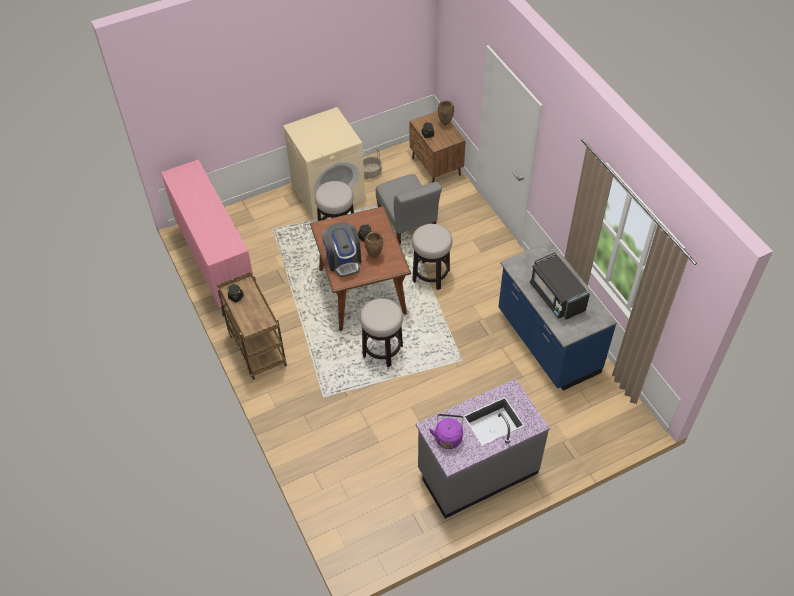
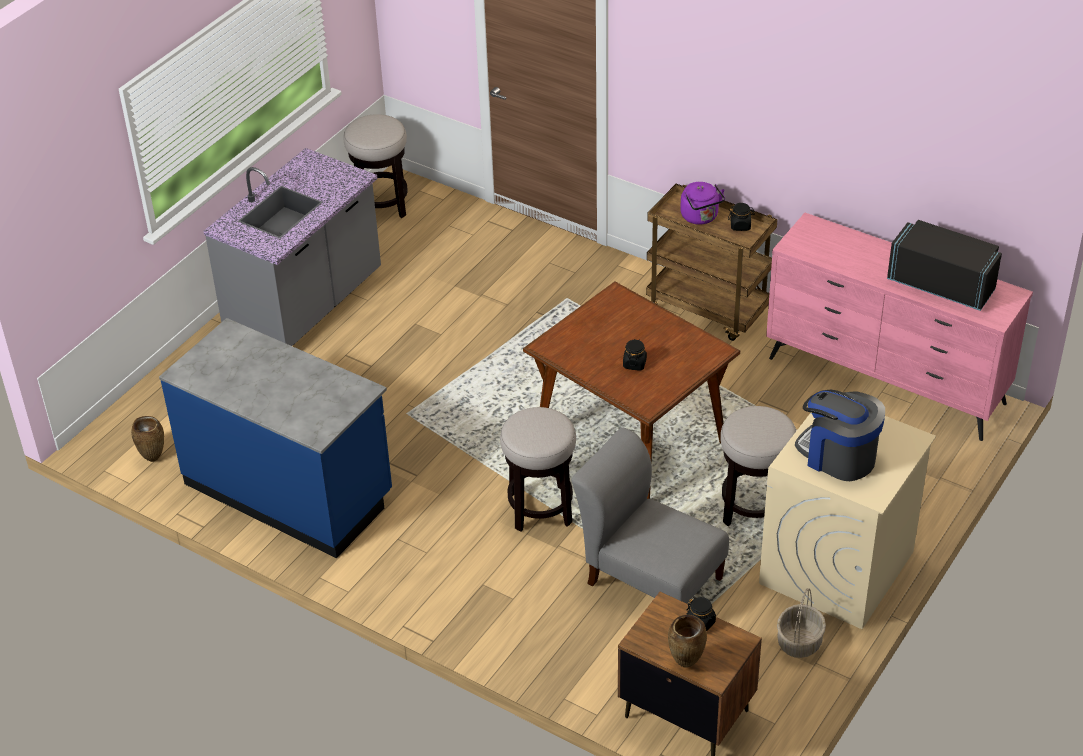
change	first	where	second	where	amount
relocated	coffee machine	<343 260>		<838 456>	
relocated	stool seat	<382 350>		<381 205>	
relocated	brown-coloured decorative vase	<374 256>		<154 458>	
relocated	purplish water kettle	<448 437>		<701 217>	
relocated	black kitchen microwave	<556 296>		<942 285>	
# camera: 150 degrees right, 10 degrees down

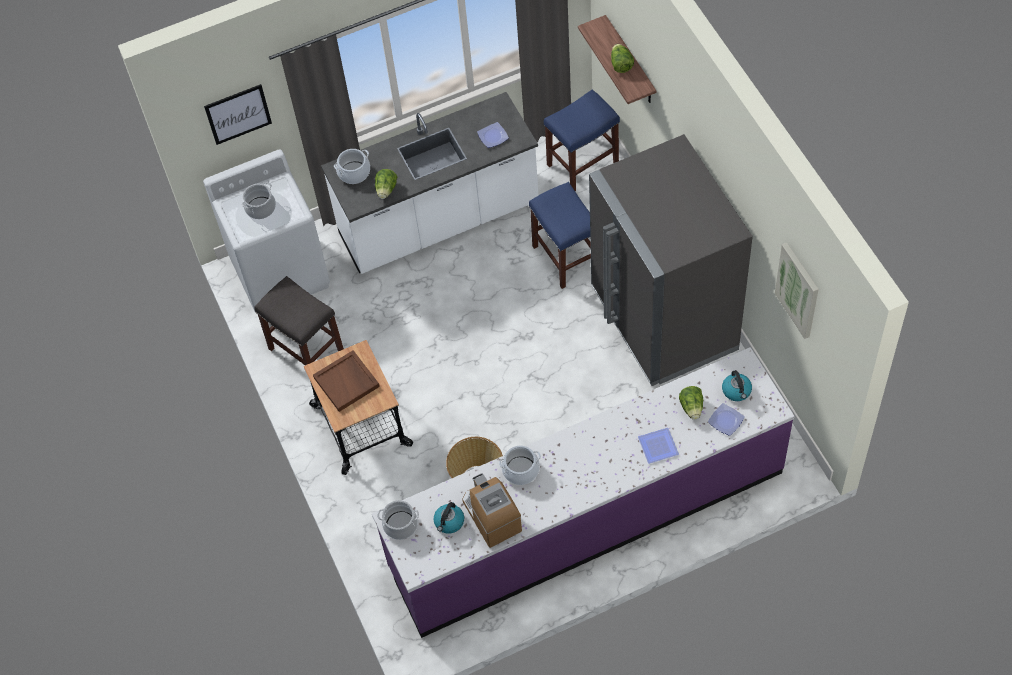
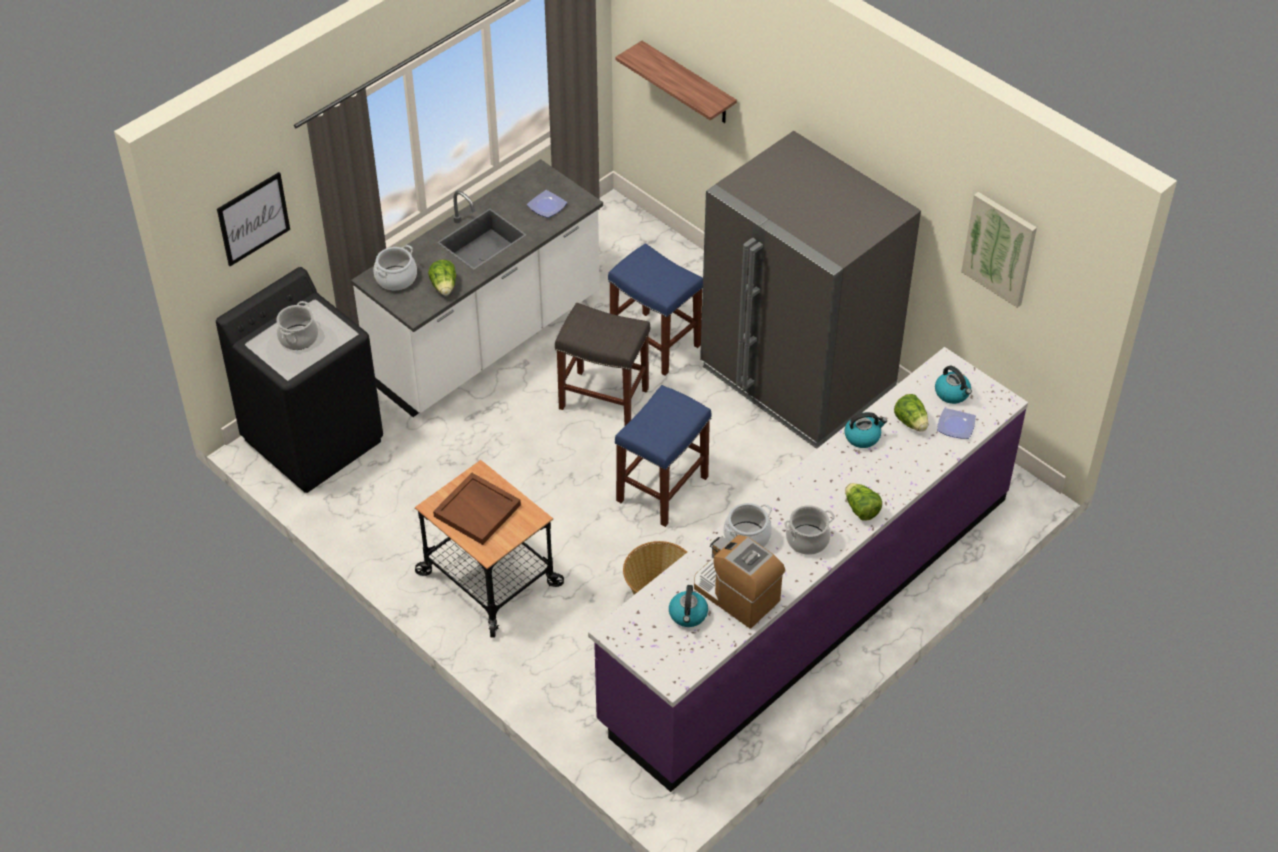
change	first	where	second	where	amount
missing	plate	<656 446>			
appeared			water kettle	<863 436>	
relocated	grey stool seat	<305 349>		<602 399>	
relocated	cooking pot	<400 525>		<807 540>	
relocated	blue stool seat	<582 165>		<662 490>	
relocated	lettuce head	<621 64>		<861 510>	
colour	white laundry appliance	<281 272>	black laundry appliance	<313 439>	
# camera: 25 degrees left, 10 degrees down

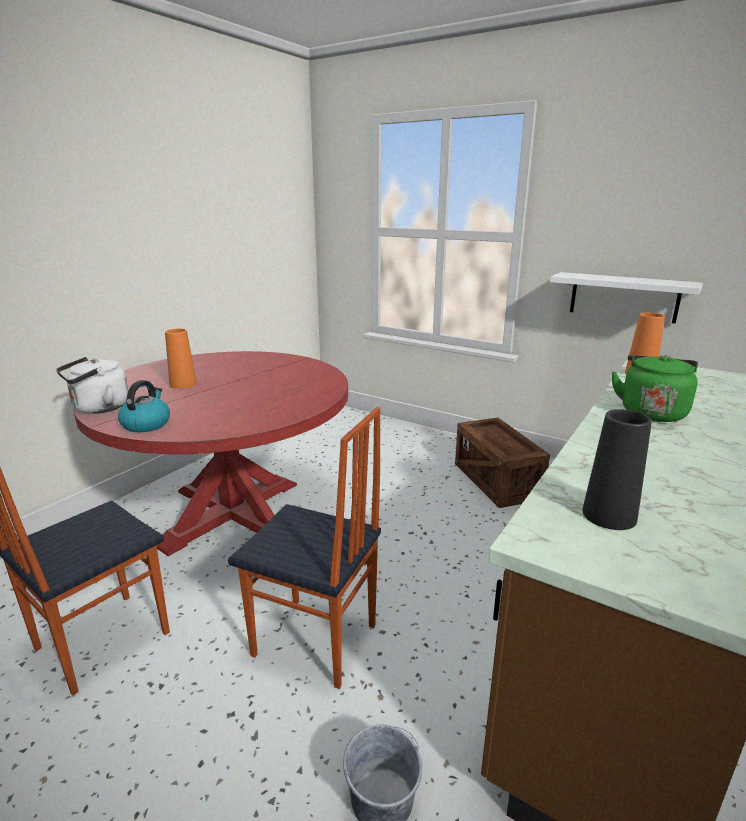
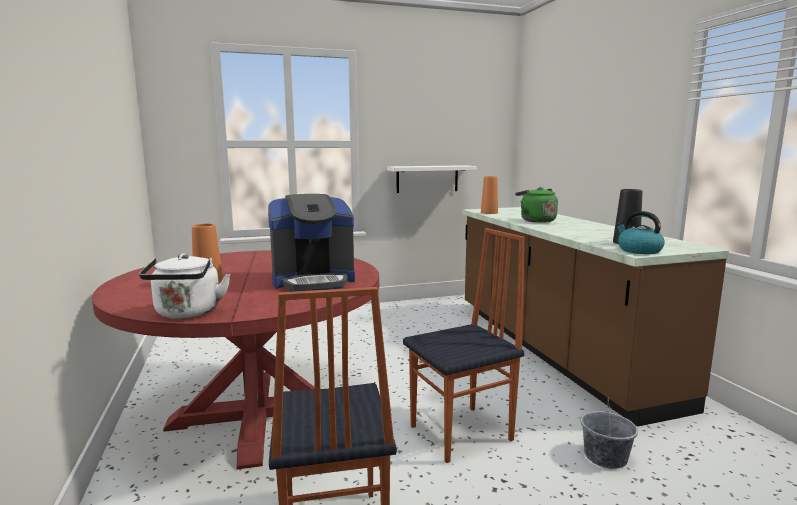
change	first	where	second	where	amount
missing	packing crate	<496 481>			
appeared			coffee machine	<313 281>	
relocated	water kettle	<146 424>		<638 250>	
# camera: 50 degrees left, 10 degrees down

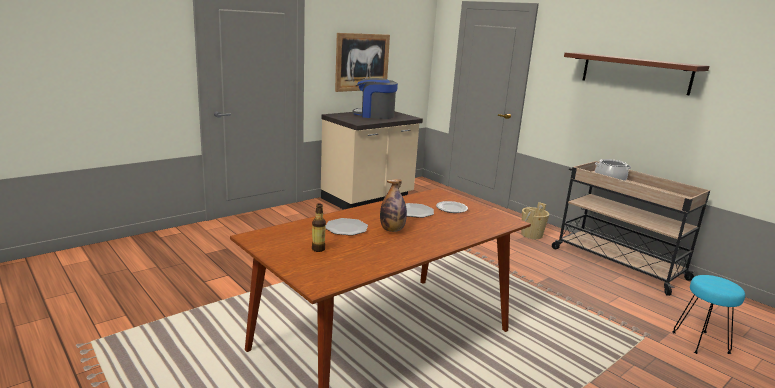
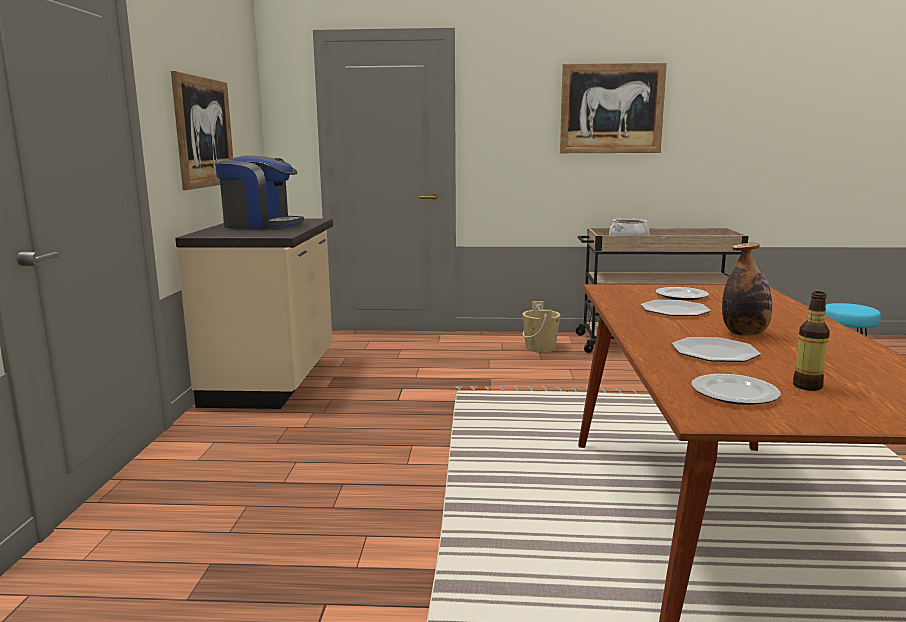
change	first	where	second	where	amount
appeared			plate	<733 393>	
exchanged	brown-coloured wall shelf	<635 73>	picture	<611 109>	
spun	coffee machine	<374 115>		<261 225>	135 degrees counterclockwise
# camera: 45 degrees left, 5 degrees down

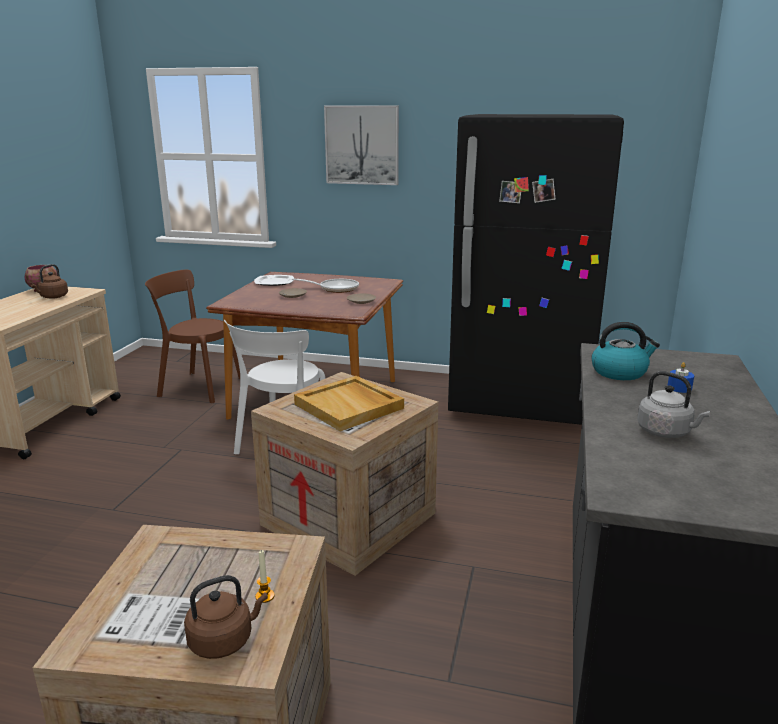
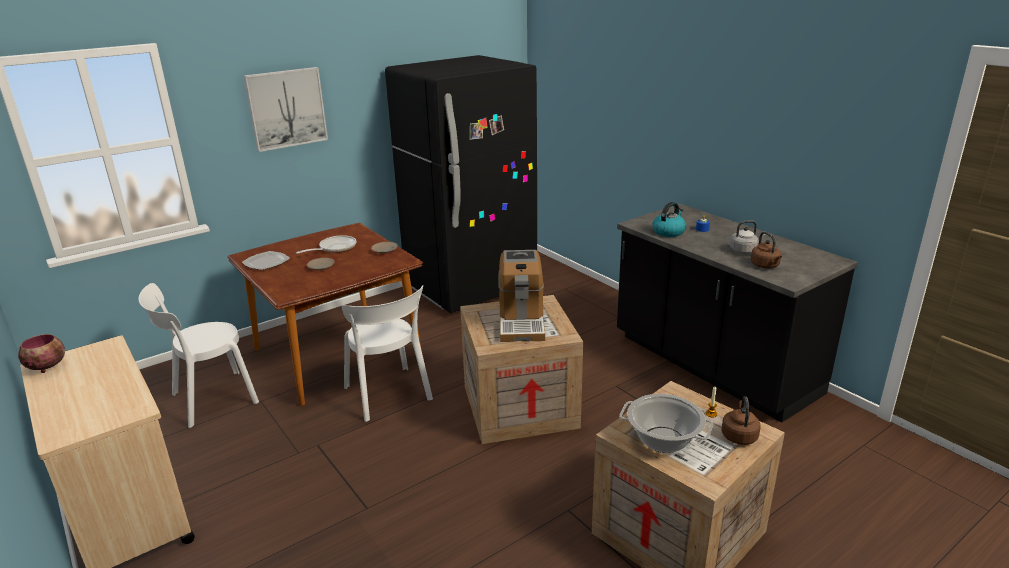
change	first	where	second	where	amount
appeared			cooking pot	<663 440>	
relocated	brown-coloured water kettle	<53 297>		<765 266>	
exchanged	beige serving tray	<350 406>	coffee machine	<521 321>	
colour	brown-coloured upright chair	<197 387>	white upright chair	<210 400>	
# camera: 50 degrees left, 5 degrees up

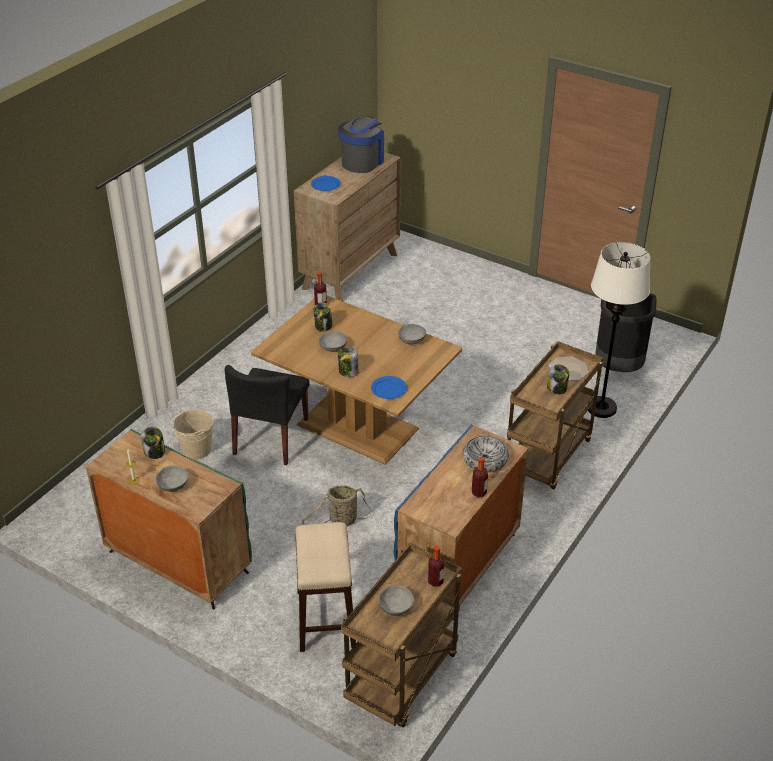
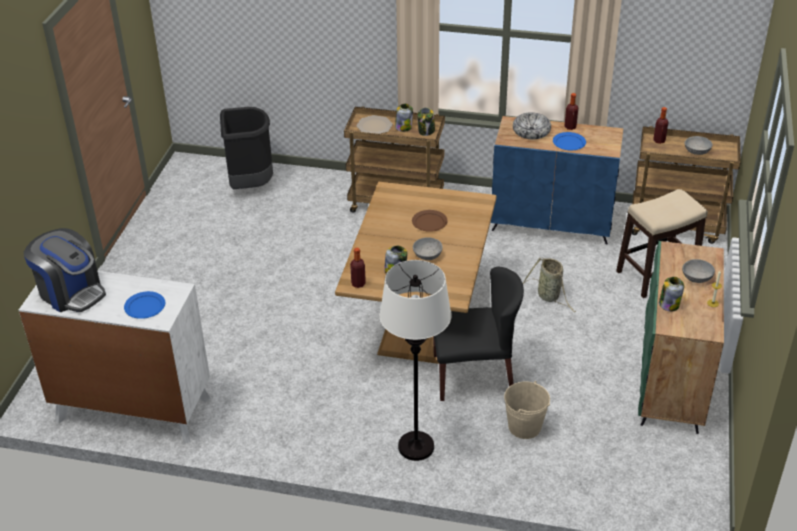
change	first	where	second	where	amount
missing	grey bowl	<412 340>			
appeared			brown-coloured plate	<429 222>	
relocated	jar	<348 372>		<426 131>	
relocated	blue plate	<389 389>		<569 143>	
relocated	white floor lamp	<601 408>		<416 446>	
colour	brown-coloured drawer chest	<350 271>	white drawer chest	<133 409>	
spun	coffee machine	<362 161>		<71 292>	150 degrees counterclockwise
# camera: 110 degrees left, 0 degrees up

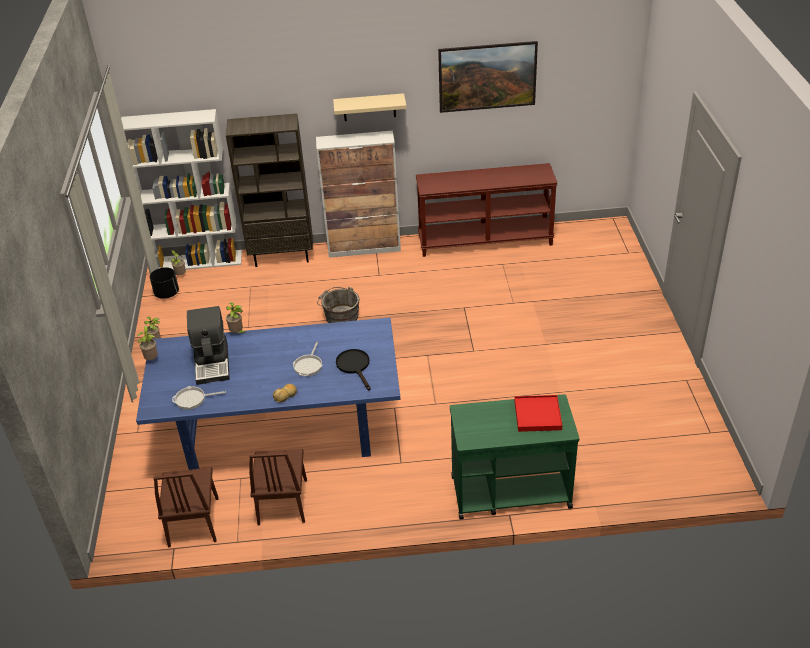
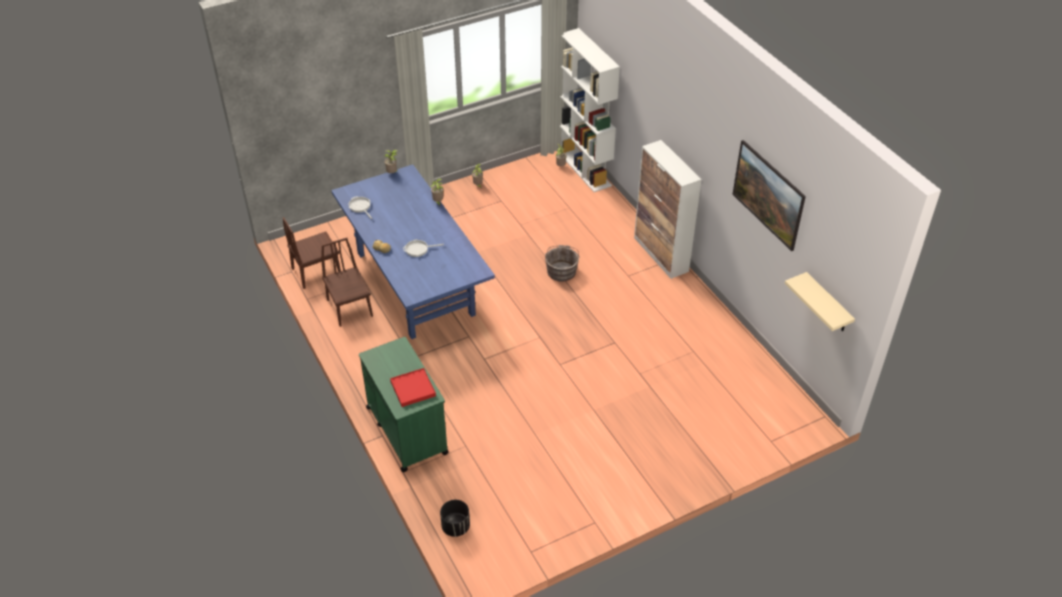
change	first	where	second	where	amount
missing	coffee machine	<213 363>			
missing	brown-coloured bookcase	<282 256>			
missing	black frying pan	<355 366>			
missing	brown-coloured hall table	<485 240>			
relocated	black planter	<167 293>		<456 527>	
relocated	beige wall shelf	<369 107>		<827 304>	
spun	brown-coloured upright chair	<282 501>		<349 308>	90 degrees clockwise
# camera: 65 degrees right, 5 degrees up

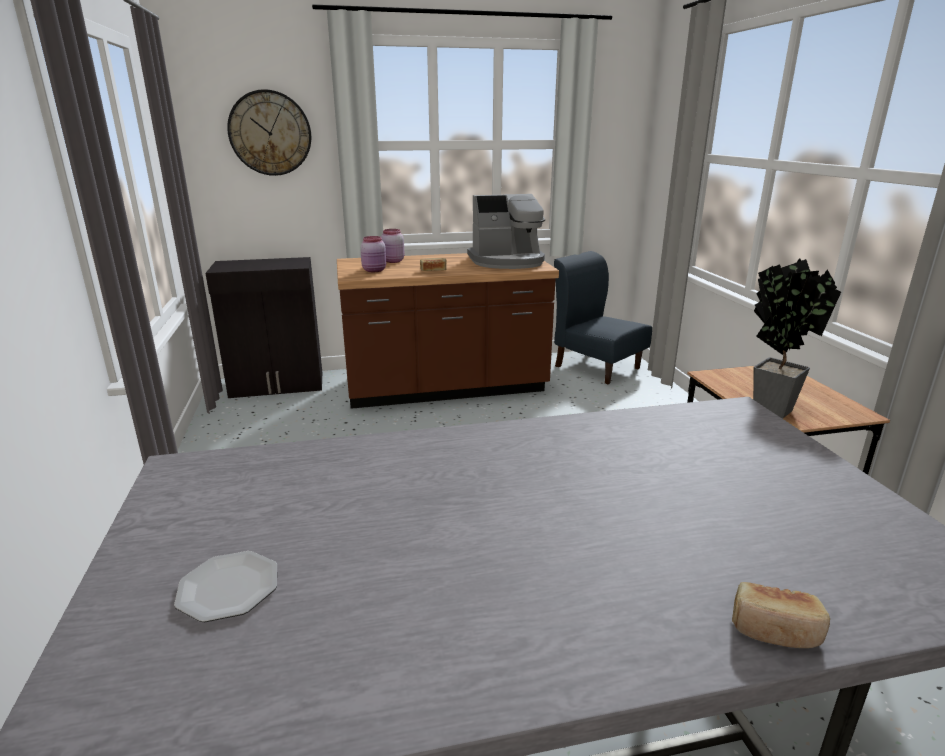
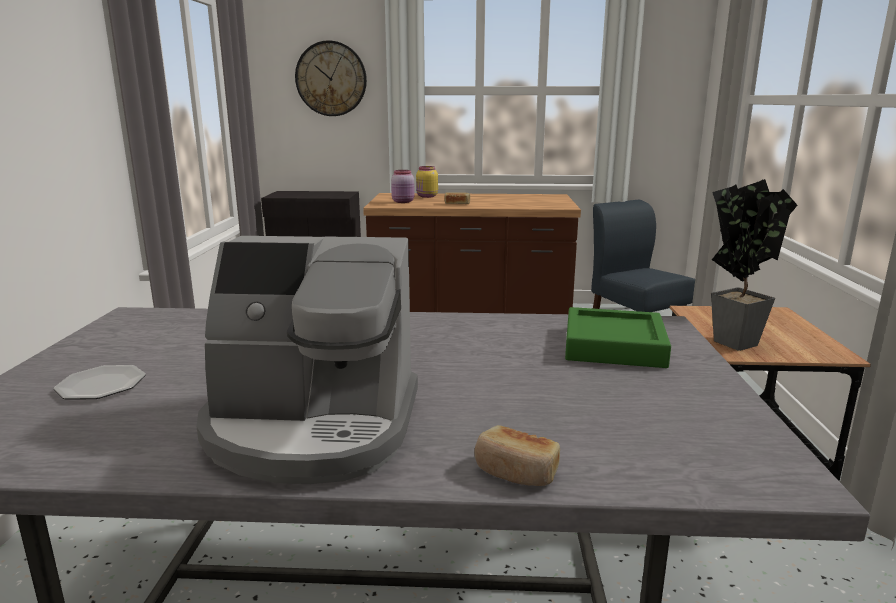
change	first	where	second	where	amount
appeared			greenish serving tray	<614 346>	
relocated	coffee machine	<507 261>		<313 428>	
colour	pink-coloured jar	<393 261>	yellow-coloured jar	<426 196>	
# camera: 15 degrees right, 5 degrees down

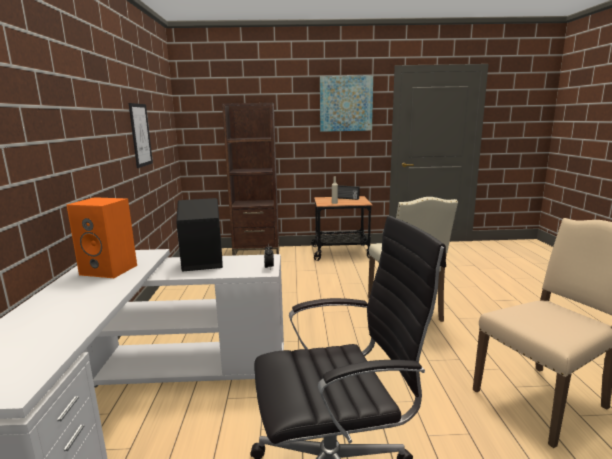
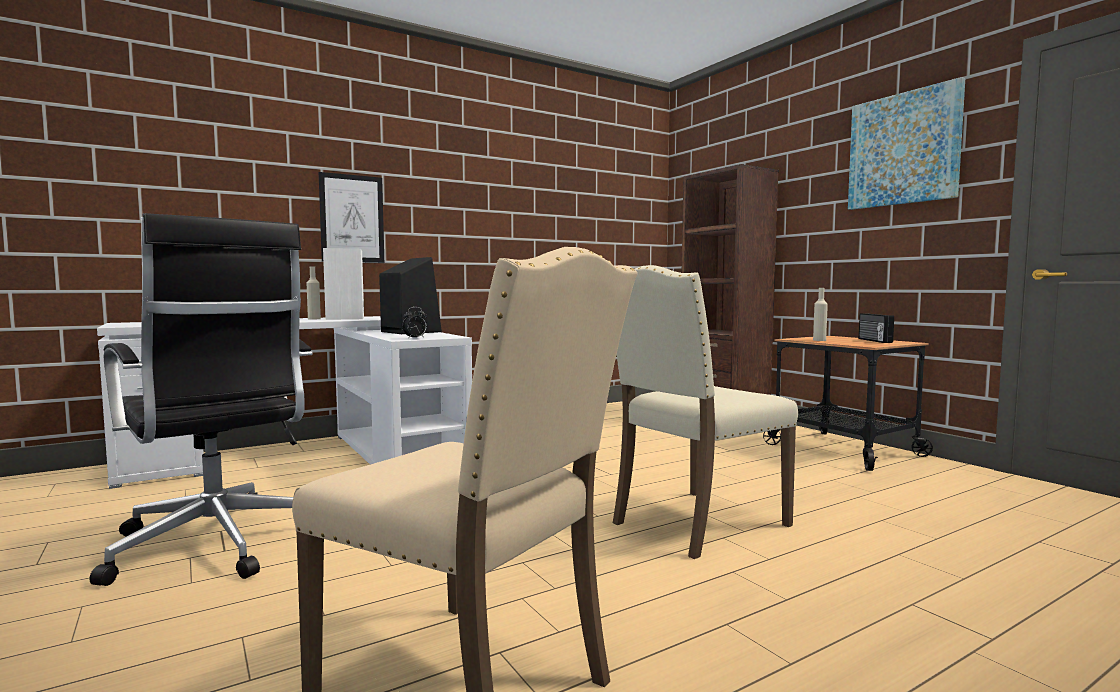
change	first	where	second	where	amount
appeared			beige bottle	<314 319>	
relocated	picture	<140 135>		<352 218>	
colour	orange loudspeaker	<110 270>	white loudspeaker	<346 318>	
# camera: 60 degrees right, 10 degrees down

